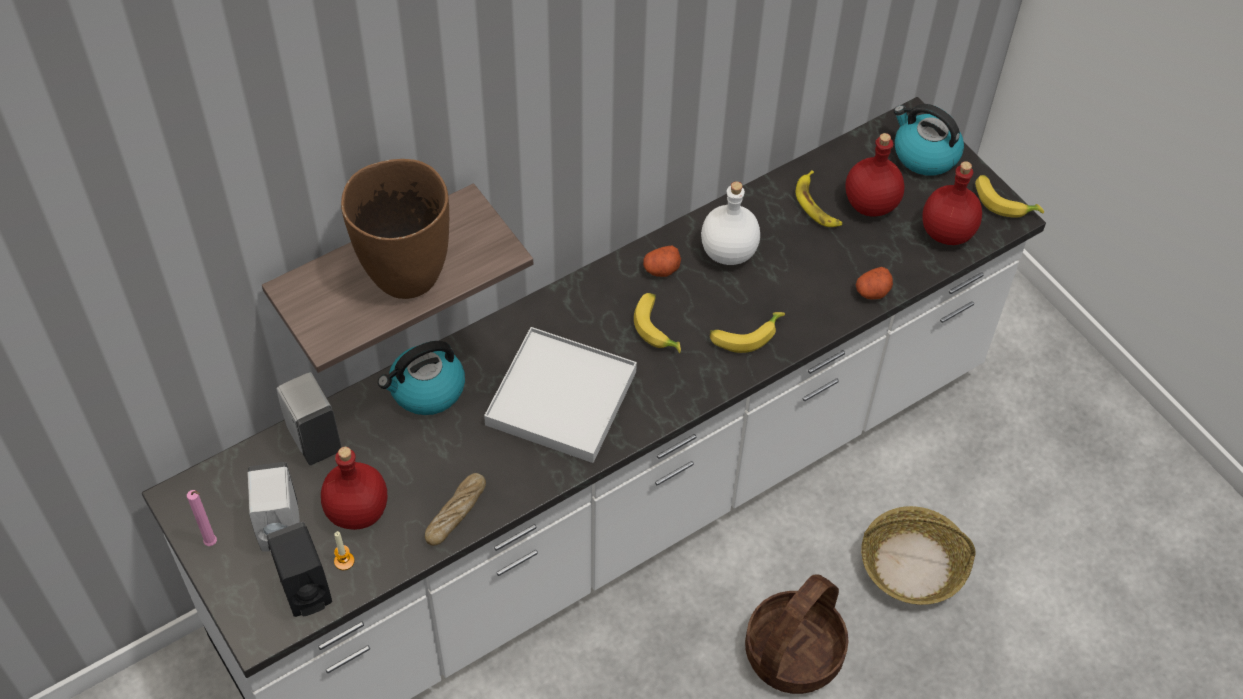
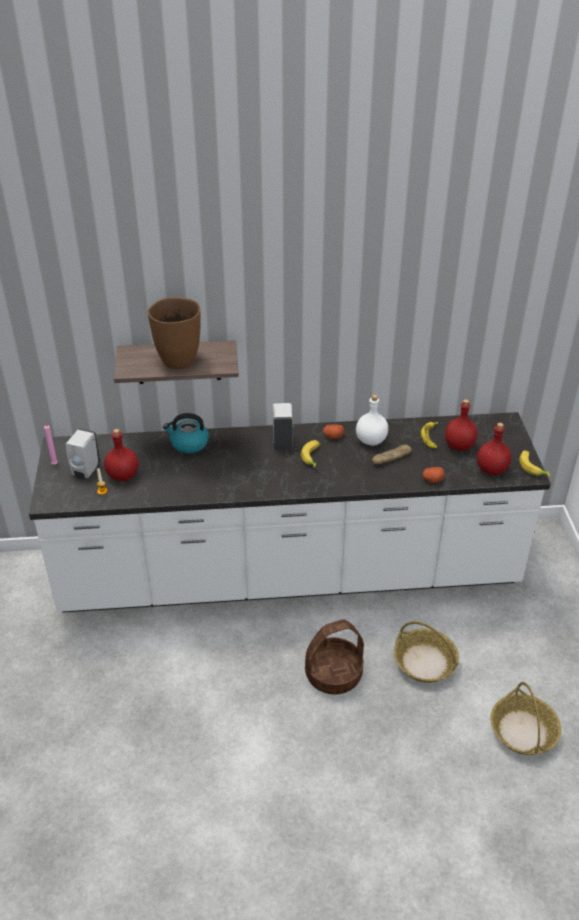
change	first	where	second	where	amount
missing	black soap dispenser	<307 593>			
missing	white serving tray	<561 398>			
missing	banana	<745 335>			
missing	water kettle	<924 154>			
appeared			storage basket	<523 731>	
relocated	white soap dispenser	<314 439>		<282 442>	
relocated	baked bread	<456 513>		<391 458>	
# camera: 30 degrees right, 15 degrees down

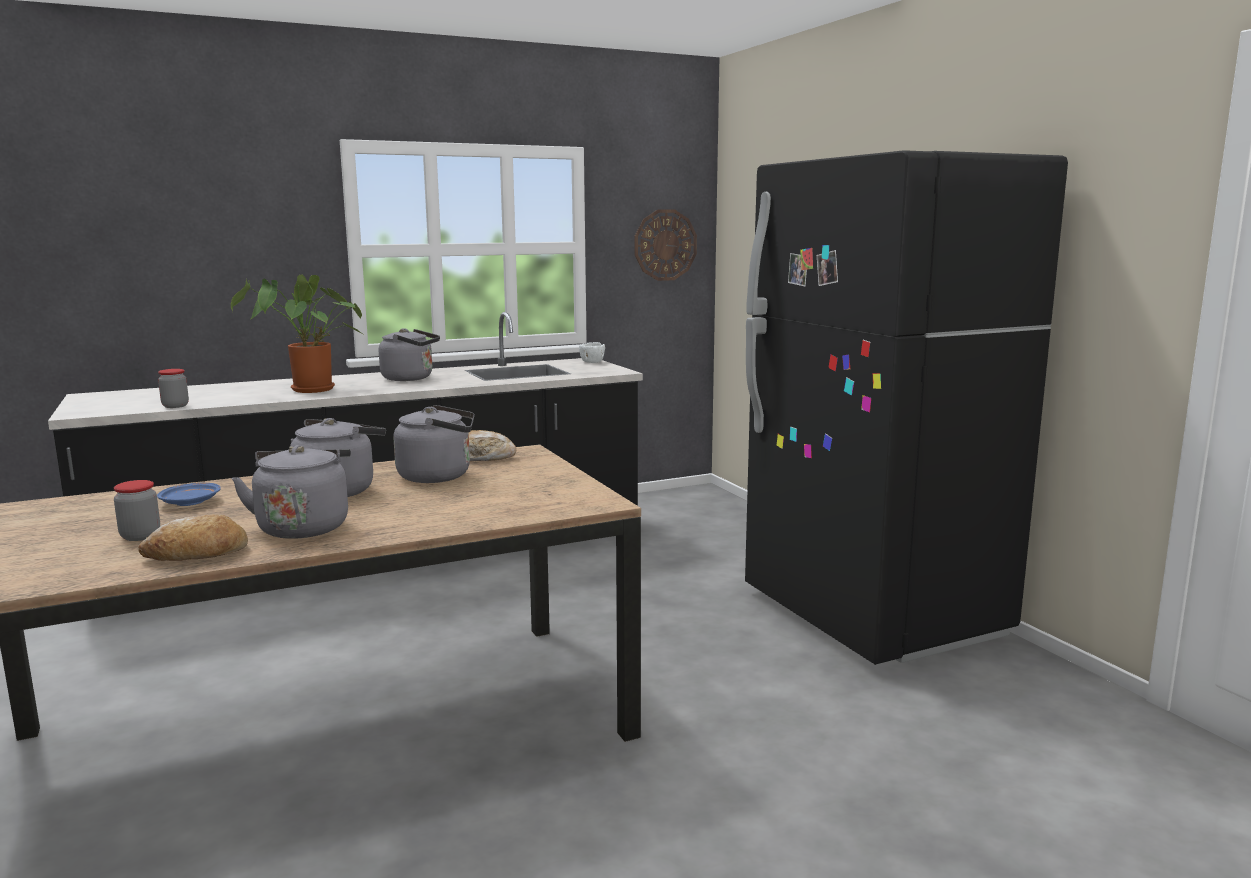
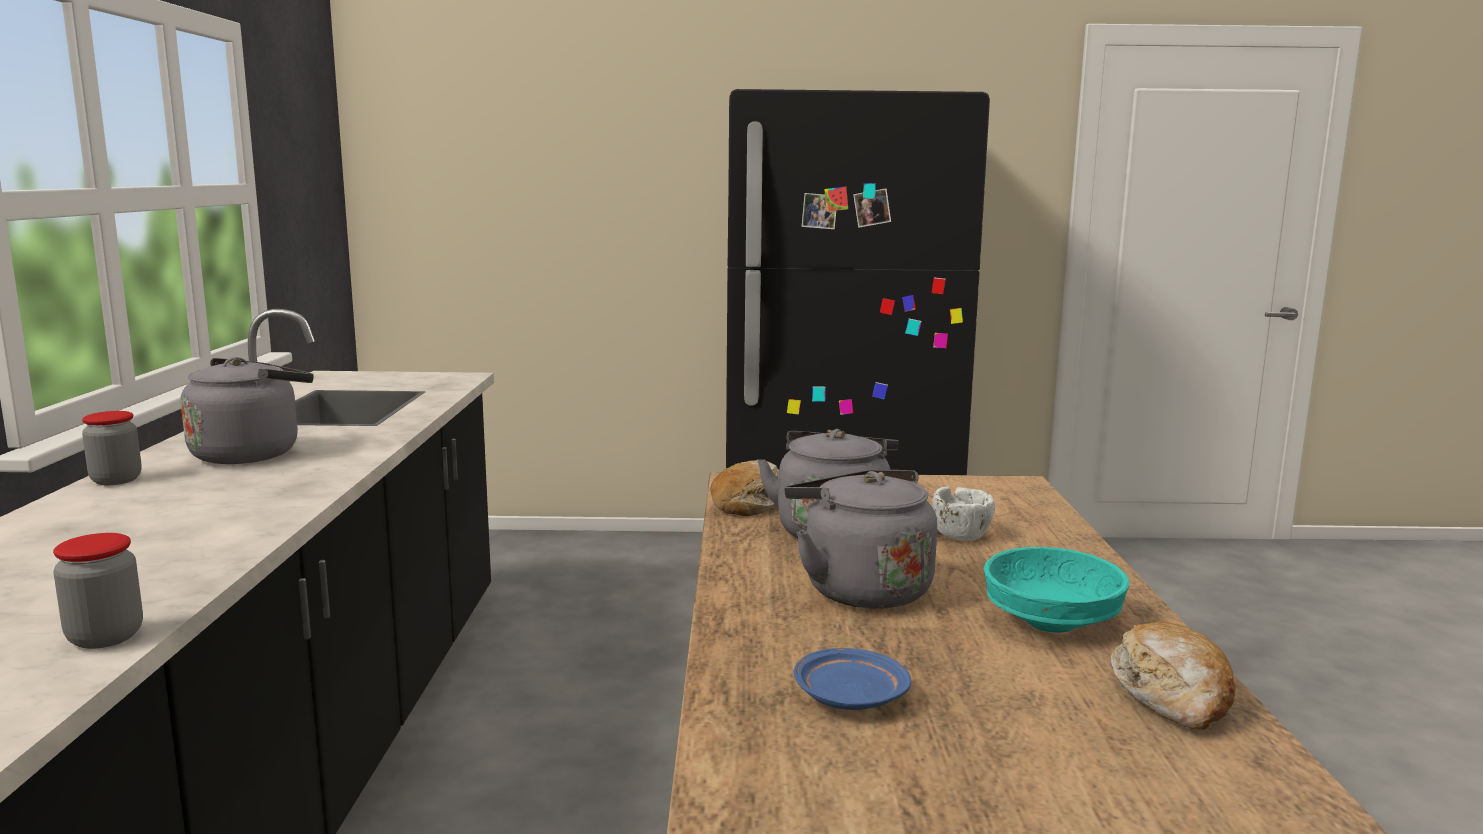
change	first	where	second	where	amount
missing	houseplant	<309 390>			
missing	hanging clock	<665 245>			
relocated	jar	<140 536>		<116 480>	
relocated	white bowl	<592 362>		<960 536>	
exchanged	grey water kettle	<304 527>	blue-green bowl	<1049 621>	
# camera: 65 degrees left, 0 degrees up

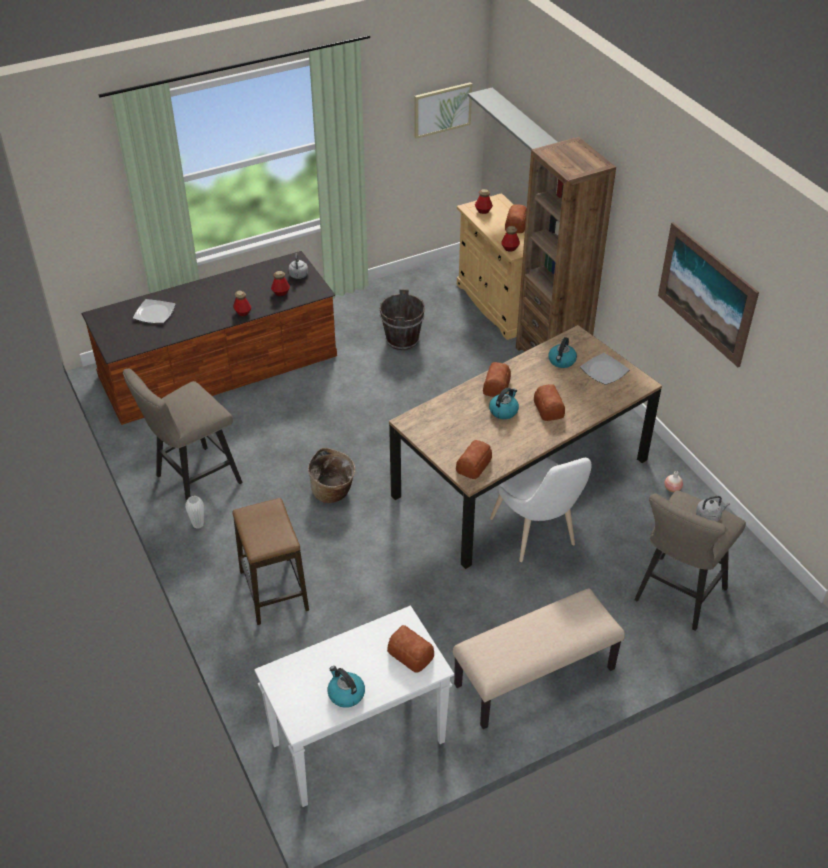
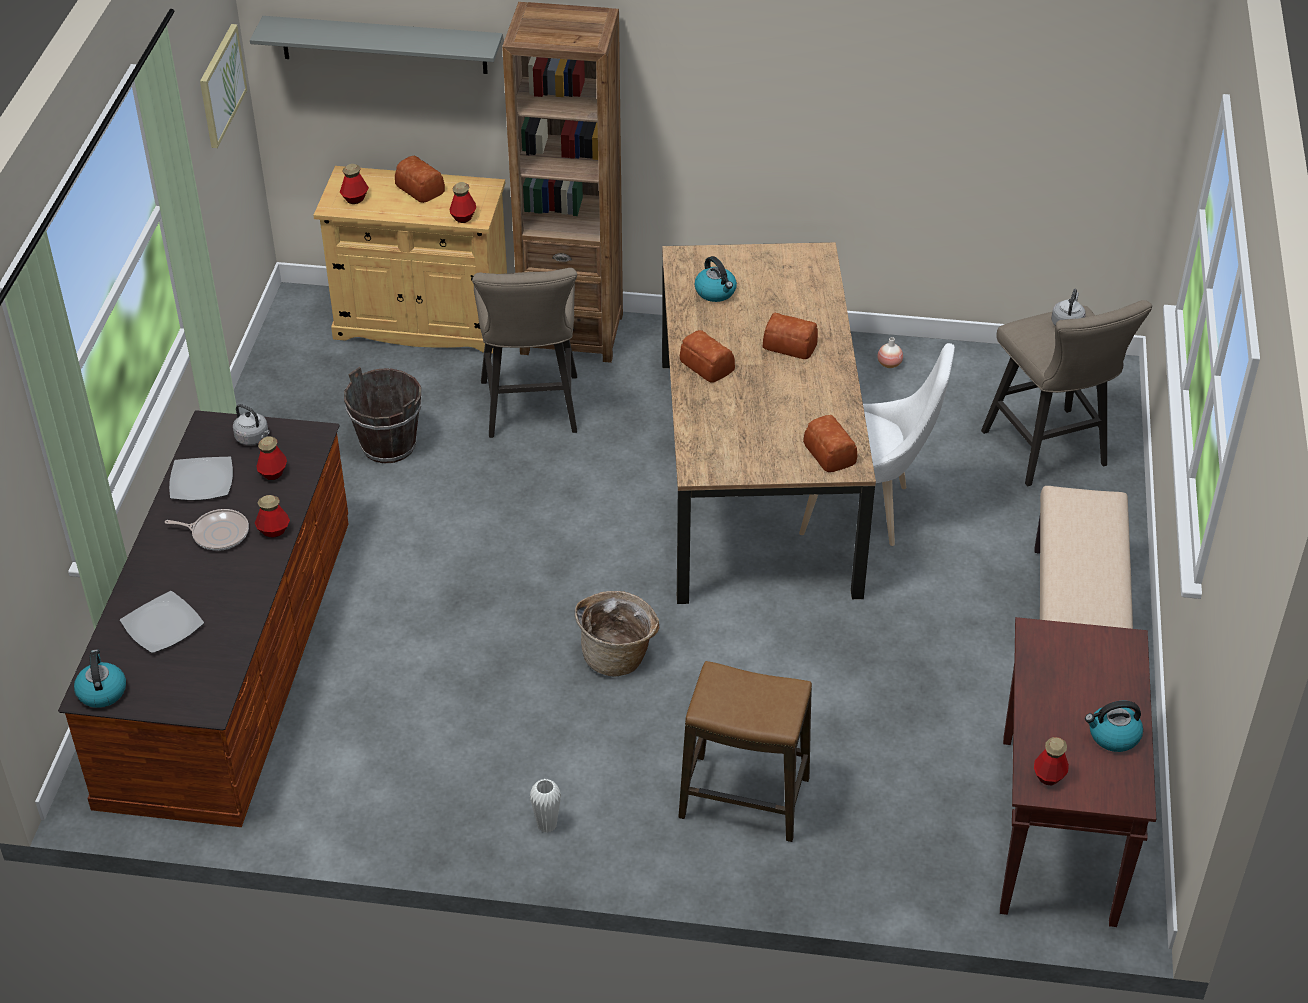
change	first	where	second	where	amount
missing	baked bread	<410 653>			
missing	picture	<706 293>			
appeared			frying pan	<217 533>	
appeared			bottle	<1049 776>	
relocated	beige stool seat	<193 481>		<531 412>	
relocated	water kettle	<503 411>		<101 691>	
relocated	plate	<604 370>		<201 481>	
colour	white hall table	<357 744>	brown-coloured hall table	<1058 832>	
# camera: 55 degrees left, 0 degrees up

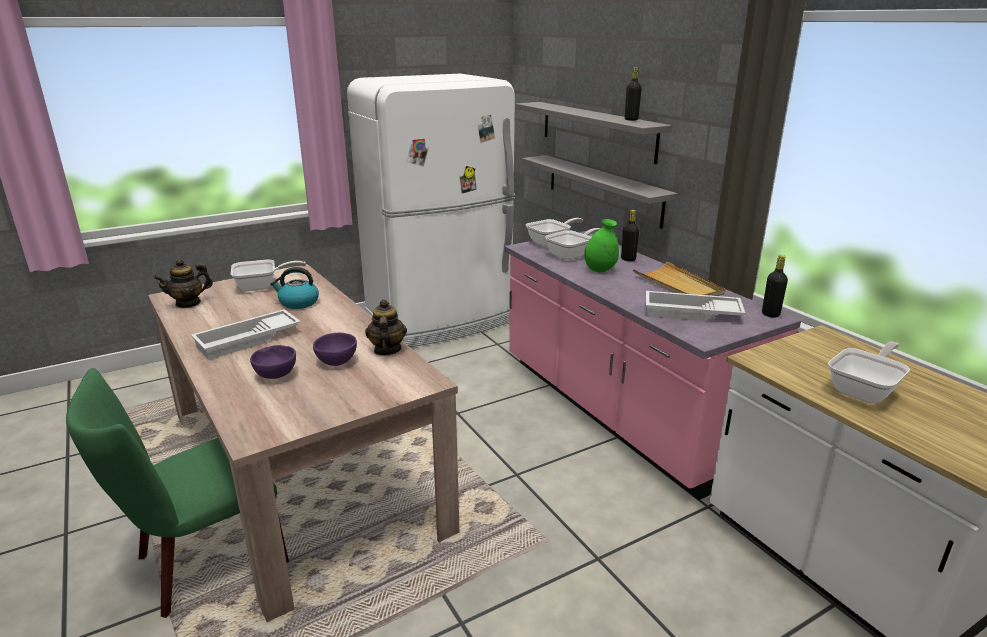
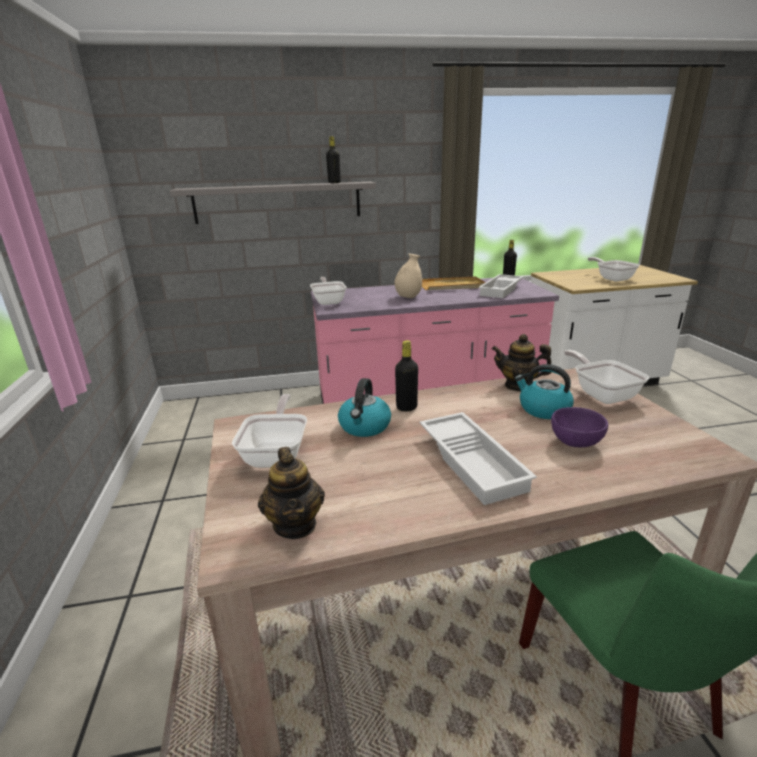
change	first	where	second	where	amount
missing	white fridge	<441 320>			
missing	grey wall shelf	<602 189>			
relocated	frying pan	<572 255>		<601 394>	
relocated	black bottle	<628 259>		<406 407>	
exchanged	purplish bowl	<336 362>	water kettle	<543 409>	
colour	greenish decorative vase	<600 270>	beige decorative vase	<408 297>	
# camera: 70 degrees left, 0 degrees up

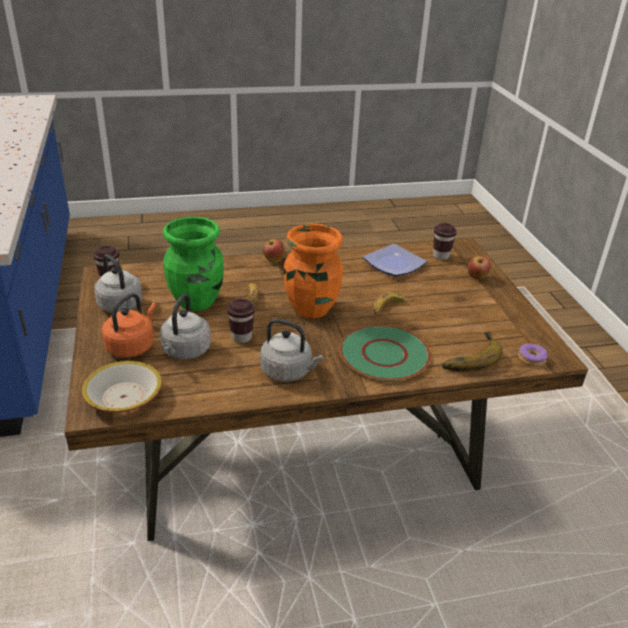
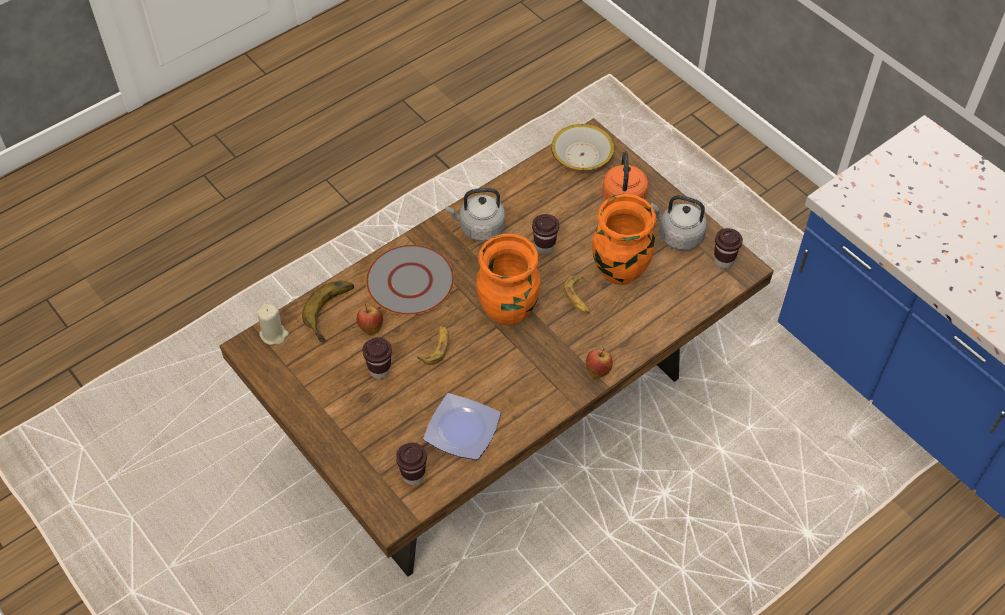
change	first	where	second	where	amount
missing	grey water kettle	<185 352>			
appeared			brown-coloured small cup	<380 370>	
relocated	whole apple	<476 277>		<371 327>	
exchanged	donut	<532 359>	beige candle	<274 334>	
colour	greenish decorative vase	<197 302>	orange decorative vase	<619 271>	
colour	greenish plate	<384 355>	grey plate	<410 281>	
# camera: 155 degrees right, 20 degrees up

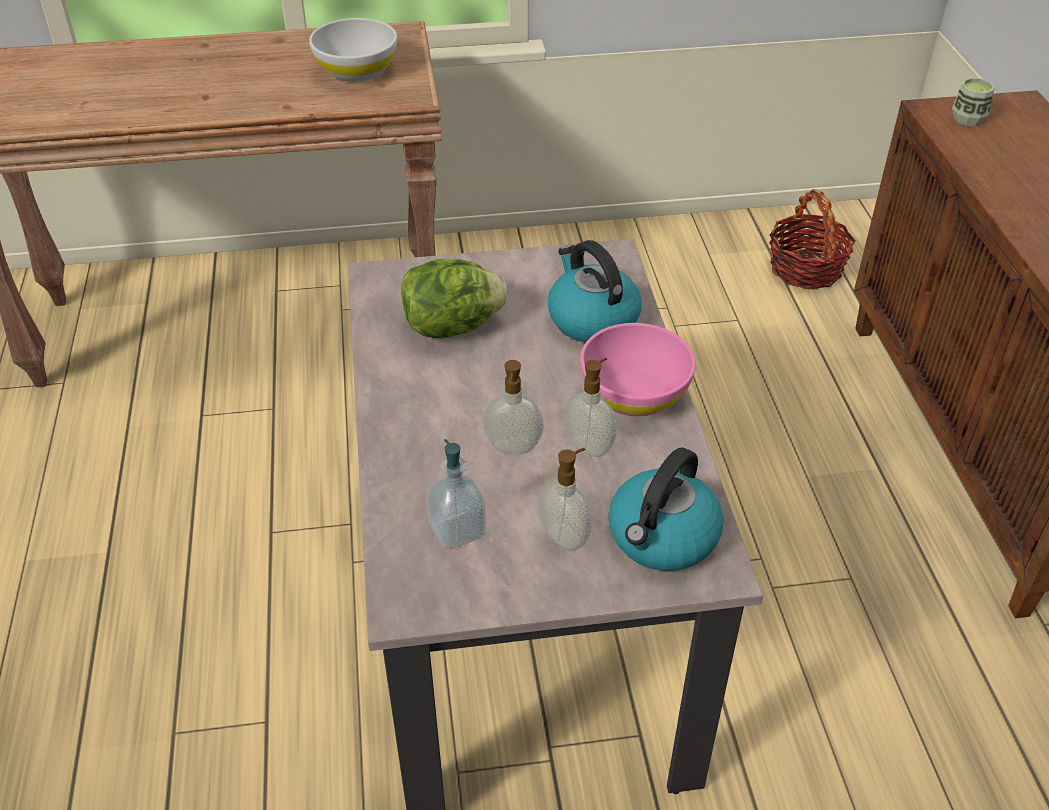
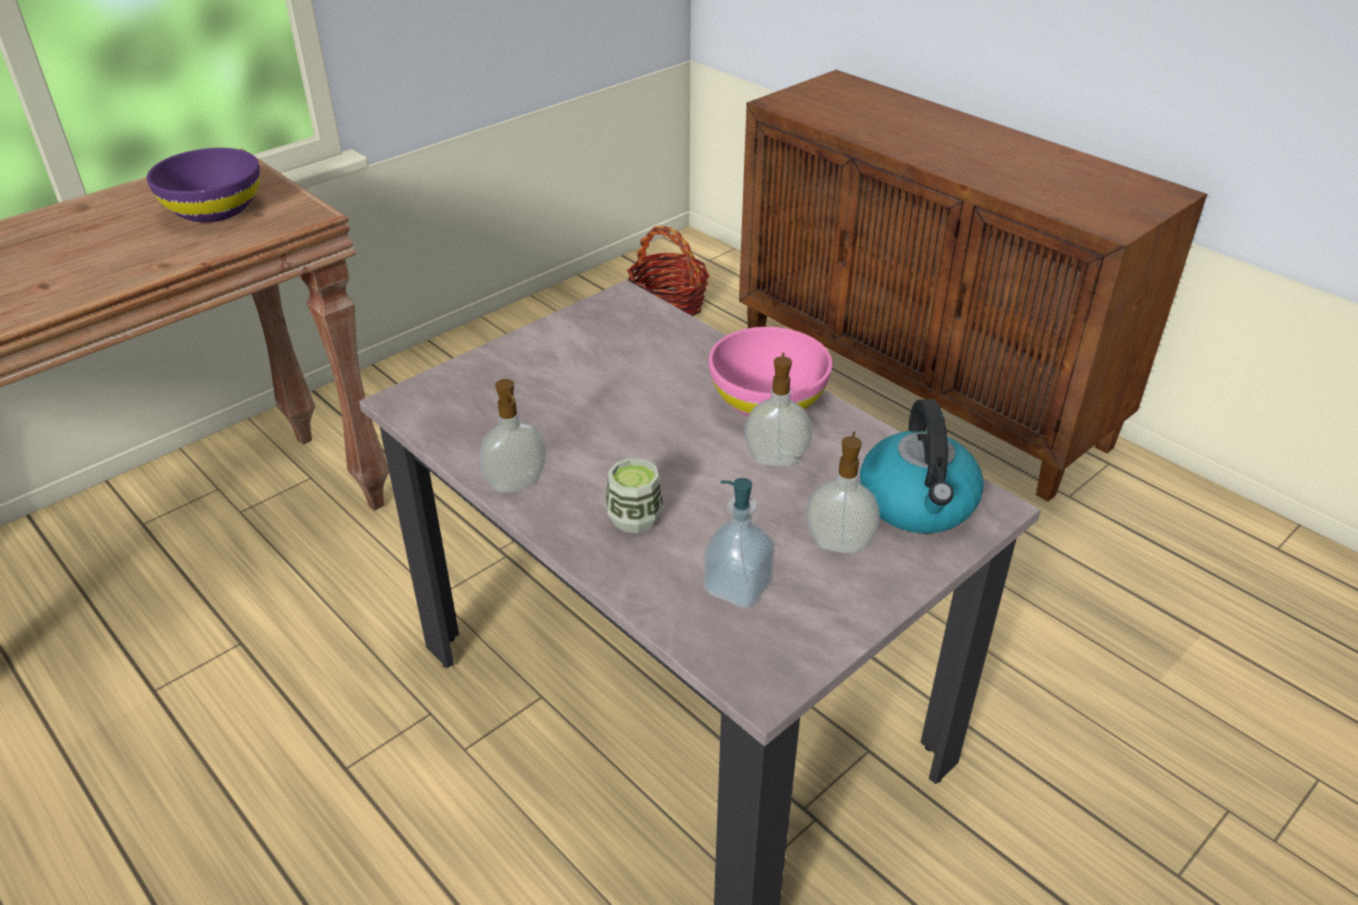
change	first	where	second	where	amount
missing	lettuce head	<452 327>			
missing	water kettle	<591 319>			
relocated	soap dispenser	<513 448>		<517 485>	
relocated	small cup	<968 119>		<634 518>	
colour	white bowl	<357 71>	purplish bowl	<215 210>	
# camera: 35 degrees left, 5 degrees down

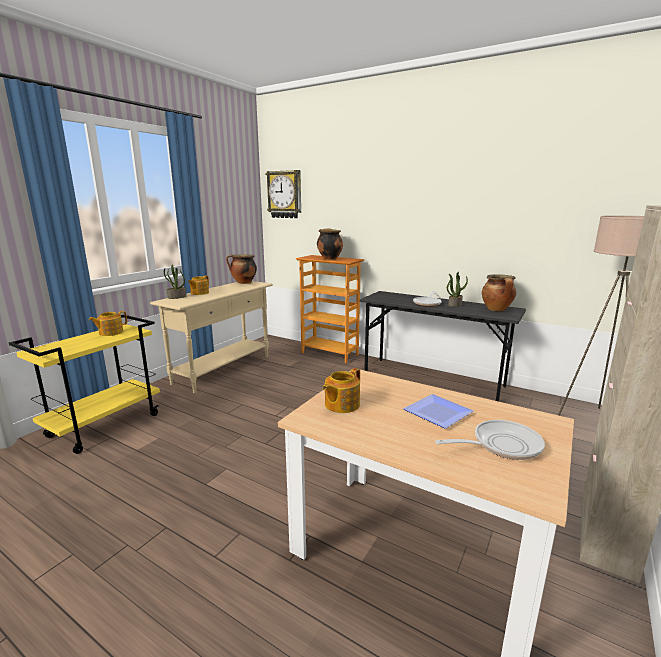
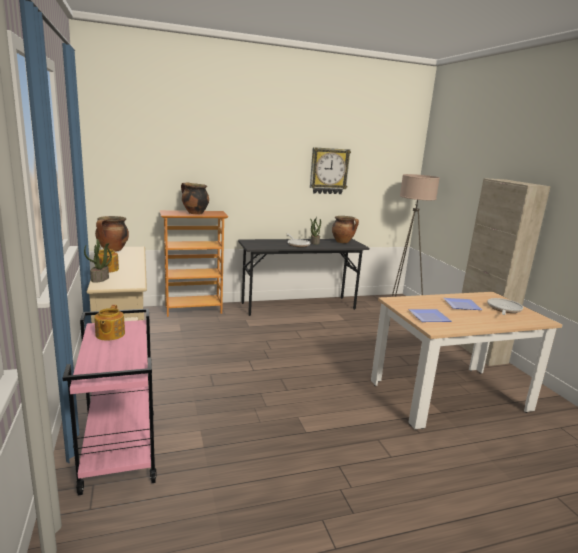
change	first	where	second	where	amount
relocated	hanging clock	<285 194>		<328 171>	
exchanged	tea pot	<341 405>	plate	<427 317>	
colour	yellow-coloured trolley	<105 425>	pink-coloured trolley	<118 451>	
# camera: 50 degrees left, 0 degrees up

